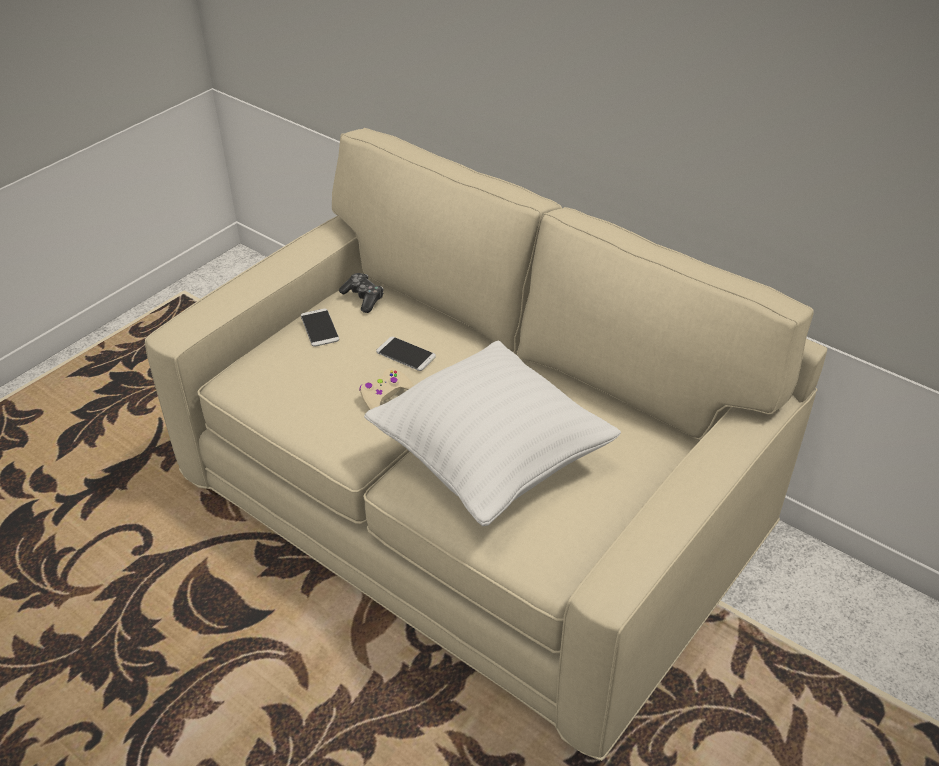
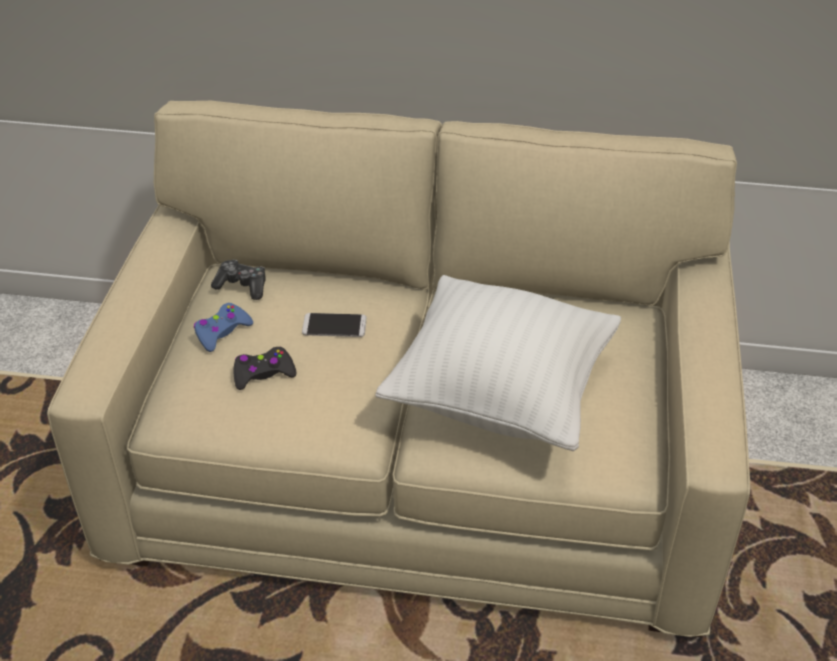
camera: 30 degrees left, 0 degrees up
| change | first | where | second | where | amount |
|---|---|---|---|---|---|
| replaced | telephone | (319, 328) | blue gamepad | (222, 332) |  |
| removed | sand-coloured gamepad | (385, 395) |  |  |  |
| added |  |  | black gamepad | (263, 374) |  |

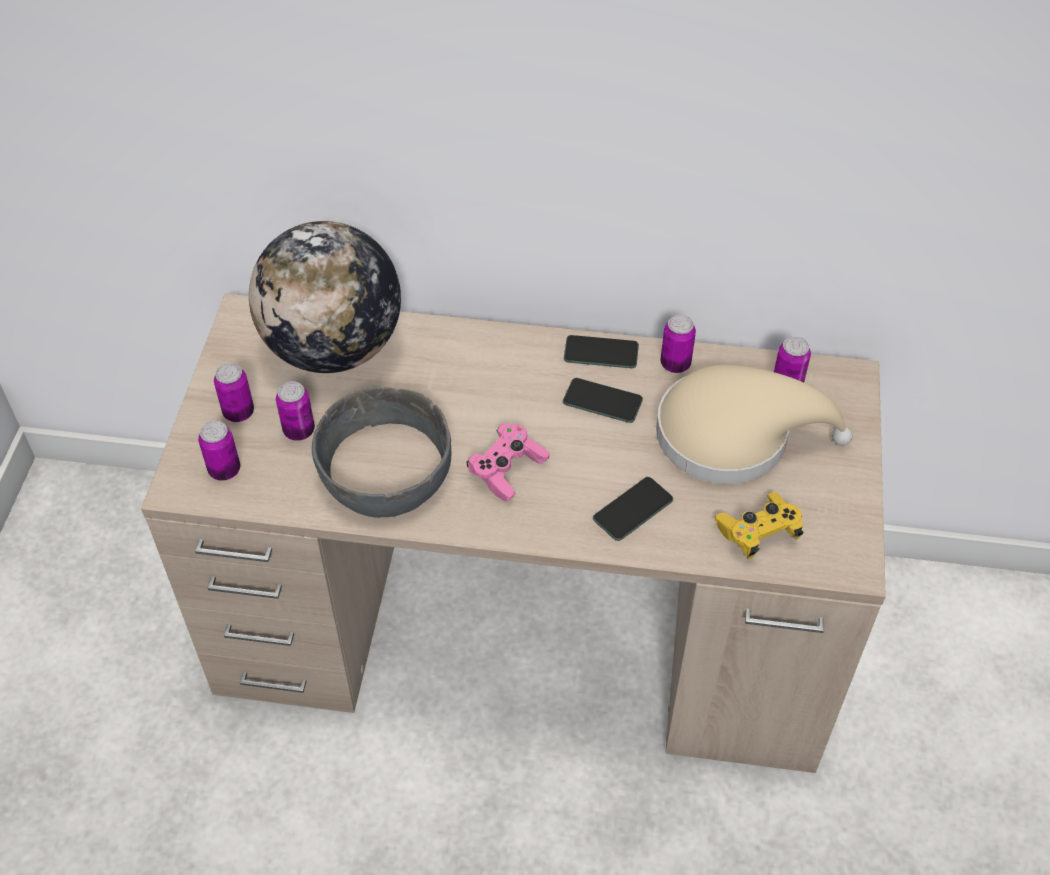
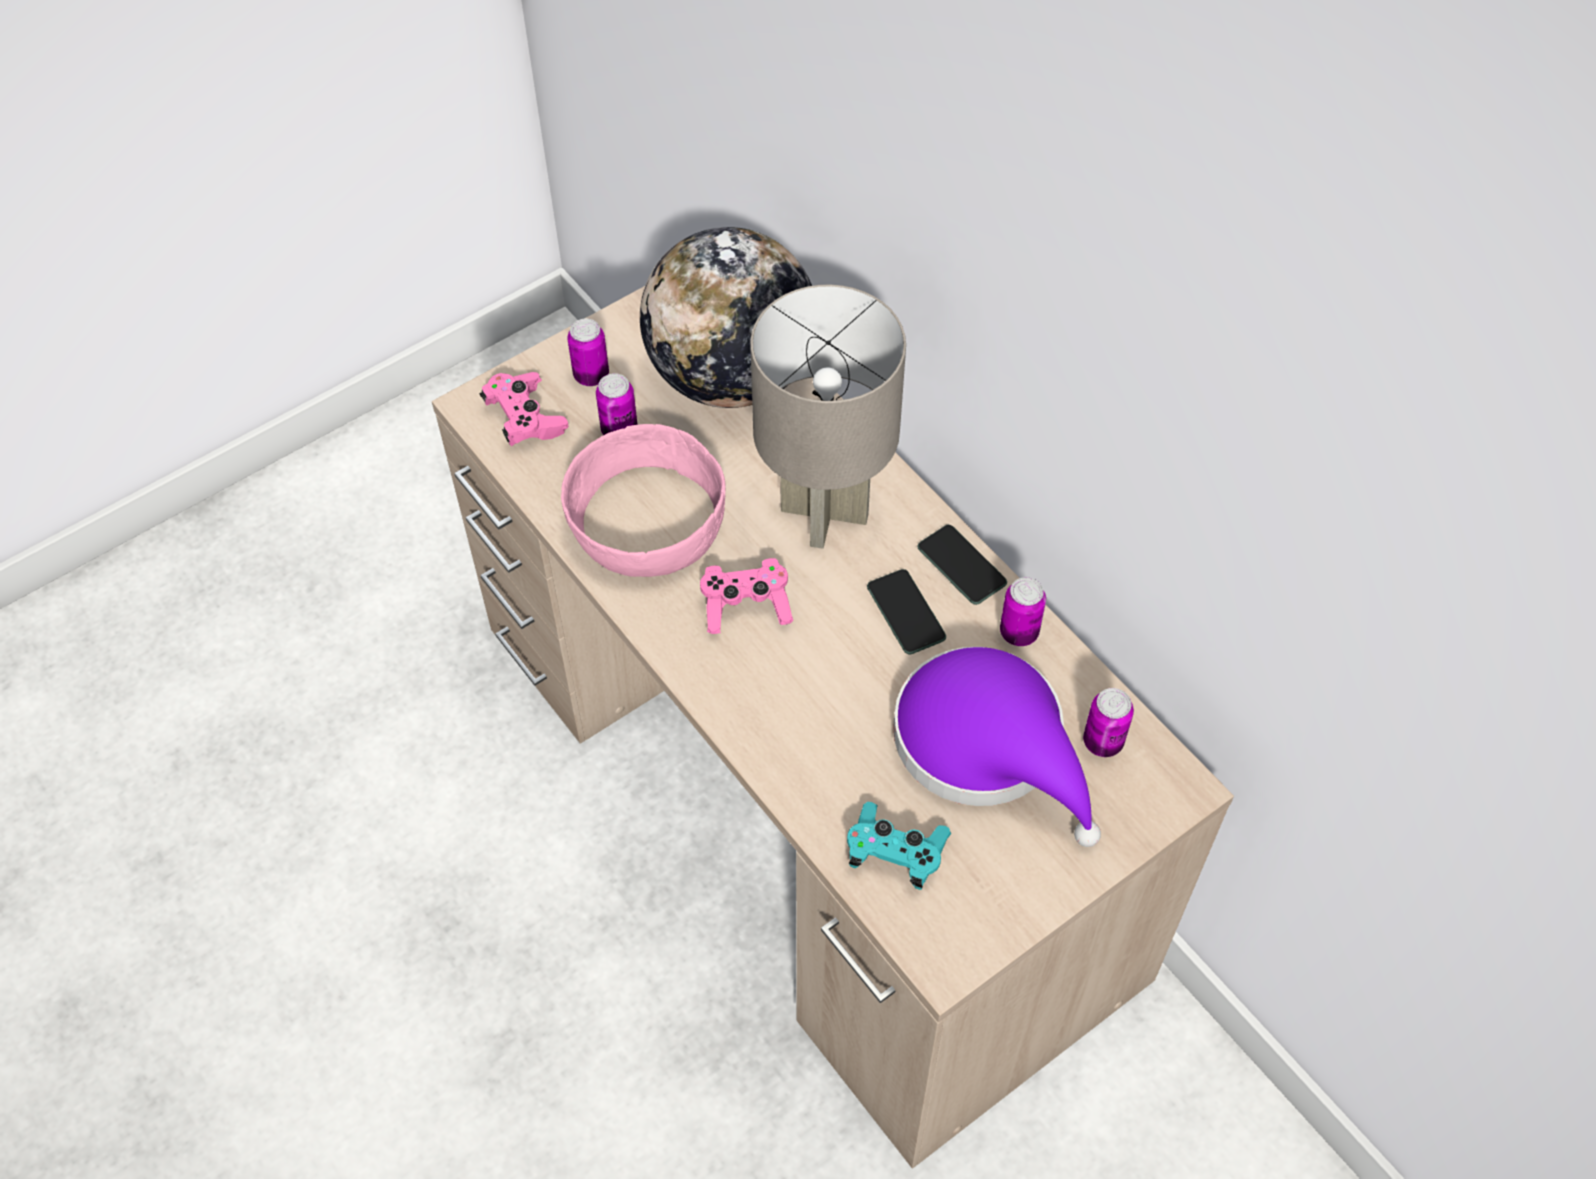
camera: 45 degrees right, 5 degrees up
| change | first | where | second | where | amount |
|---|---|---|---|---|---|
| recoloured | sand-coloured hat | (734, 435) | purple-coloured hat | (989, 746) |  |
| recoloured | greyish serving bowl | (385, 472) | pink serving bowl | (644, 523) |  |
| replaced | can | (224, 470) | pink gamepad | (525, 418) |  |
| removed | telephone | (633, 509) |  |  |  |
| recoloured | yellow gamepad | (758, 532) | turquoise gamepad | (895, 853) |  |
| added |  |  | greyish lamp for a table | (826, 512) |  |

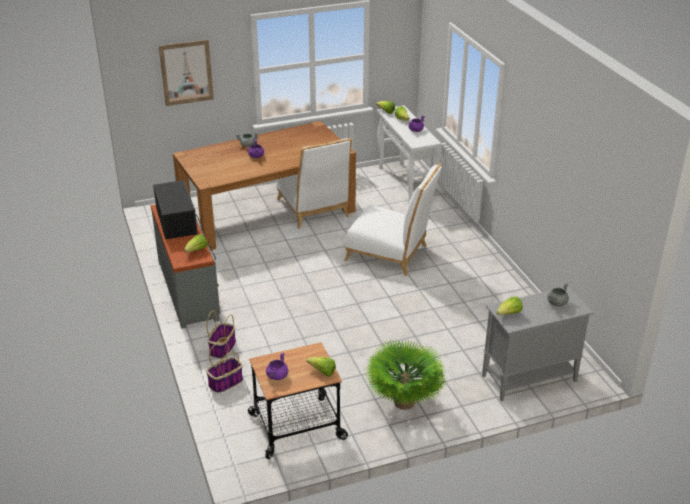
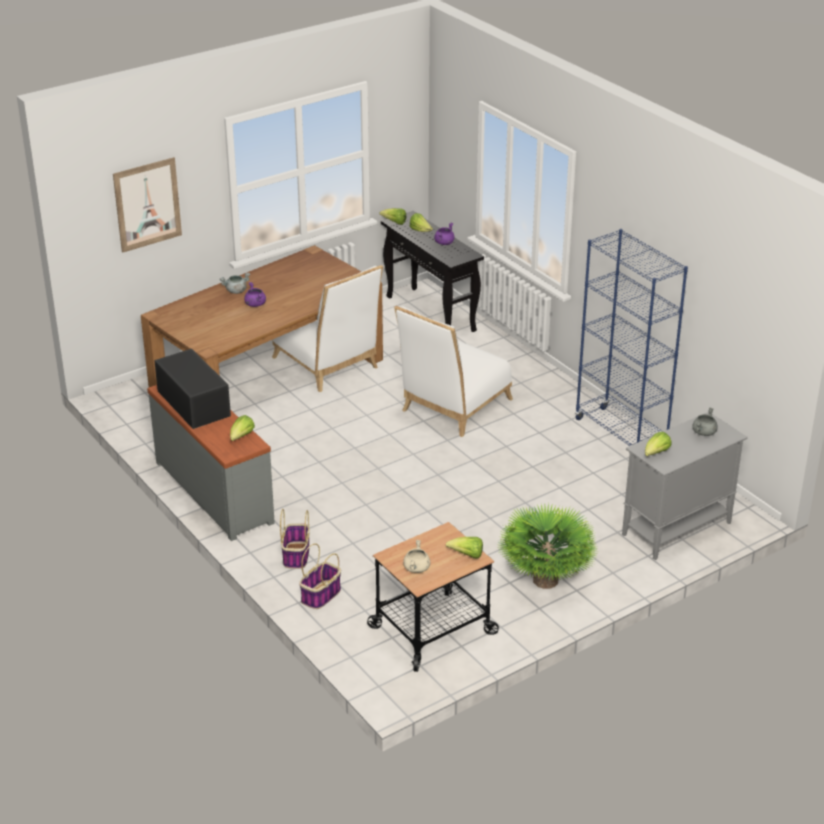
camera: 15 degrees left, 0 degrees up
| change | first | where | second | where | amount |
|---|---|---|---|---|---|
| recoloured | whitish narrow table | (406, 184) | black narrow table | (431, 314) |  |
| turned | whitish upright chair | (391, 254) |  | (453, 408) | 120 degrees clockwise |
| recoloured | purple-coloured stockpot | (277, 376) | sand-coloured stockpot | (416, 568) |  |
| added |  |  | blue bookshelf | (621, 435) |  |

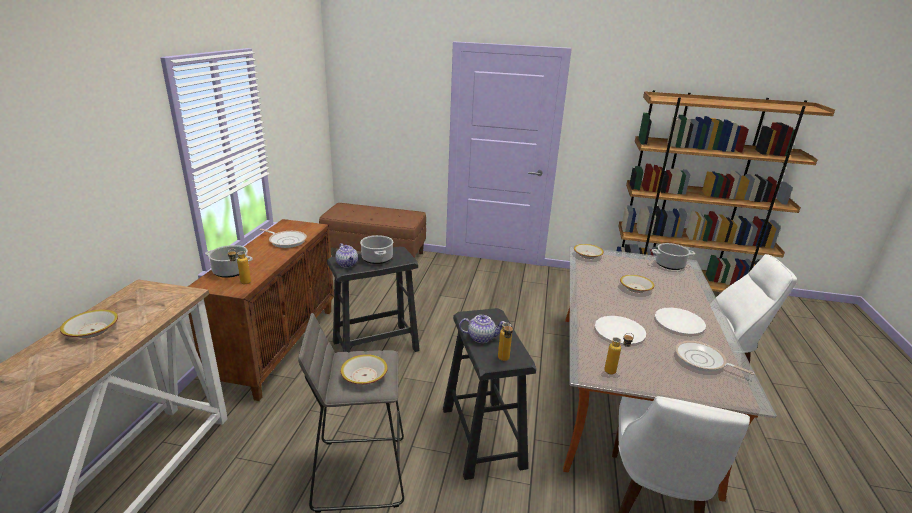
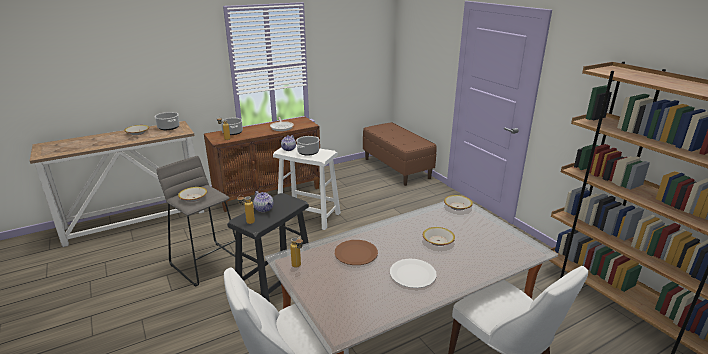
camera: 50 degrees right, 0 degrees up
| change | first | where | second | where | amount |
|---|---|---|---|---|---|
| moved | stockpot | (669, 265) |  | (168, 127) |  |
| recoloured | black stool | (376, 346) | whitish stool | (309, 216) |  |
| recoloured | whitish plate | (619, 331) | brown plate | (356, 253) |  |
| removed | frying pan | (702, 361) |  |  |  |

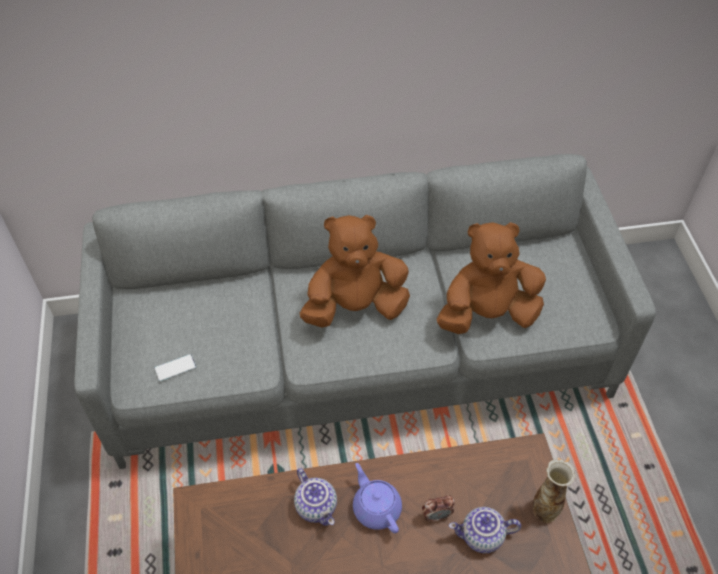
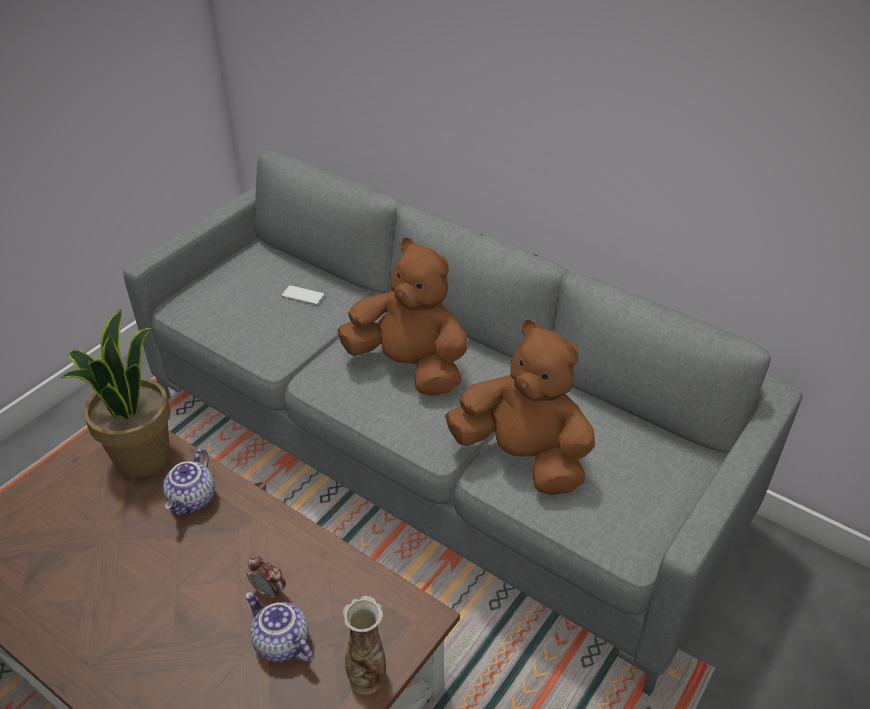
camera: 45 degrees right, 10 degrees down
| change | first | where | second | where | amount |
|---|---|---|---|---|---|
| moved | telephone | (175, 368) |  | (303, 295) |  |
| removed | purple-coloured pot for tea | (376, 508) |  |  |  |
| added |  |  | potted plant | (141, 456) |  |

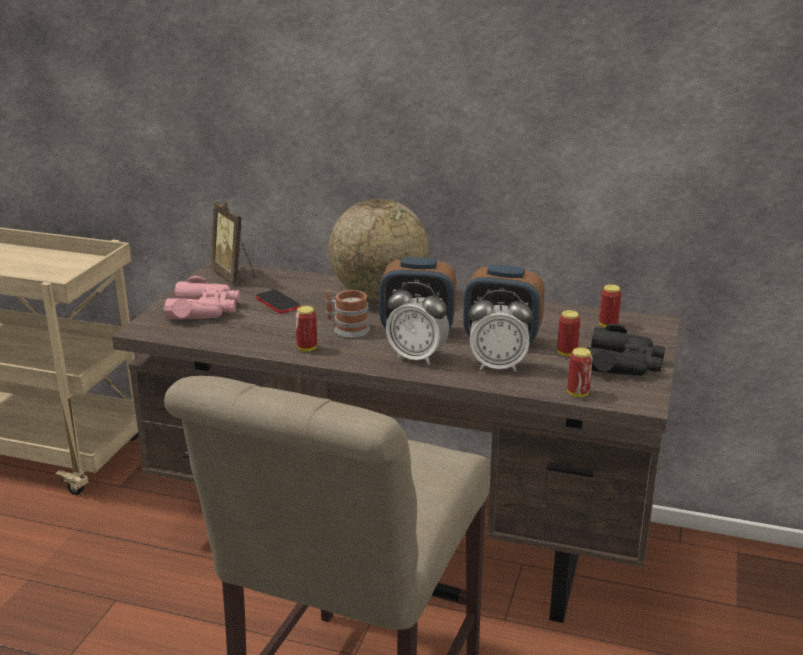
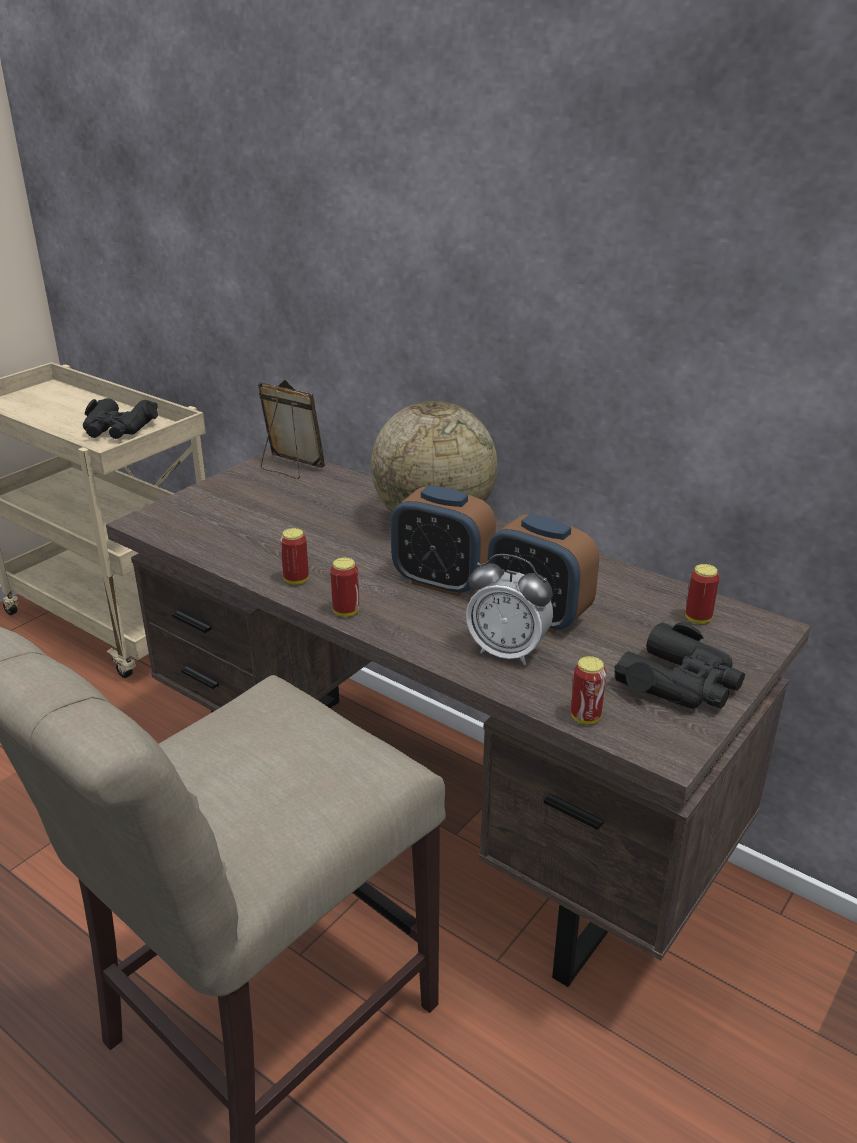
camera: 20 degrees right, 5 degrees up
| change | first | where | second | where | amount |
|---|---|---|---|---|---|
| turned | picture frame | (234, 275) |  | (289, 468) | 135 degrees clockwise |
| removed | pink pair of binoculars | (204, 310) |  |  |  |
| removed | alarm clock | (417, 357) |  |  |  |
| removed | telephone | (278, 302) |  |  |  |
| removed | tea mug | (346, 329) |  |  |  |
| moved | can | (567, 353) |  | (346, 612) |  |
| added |  |  | black pair of binoculars | (118, 429) |  |

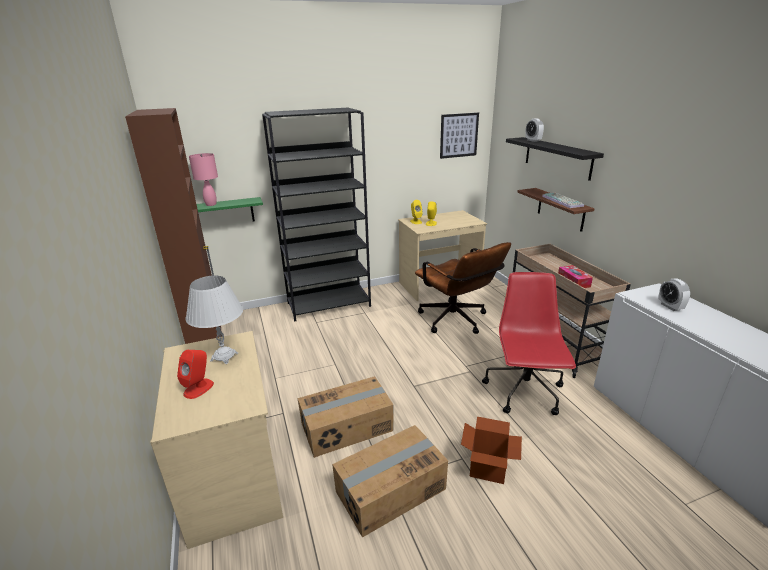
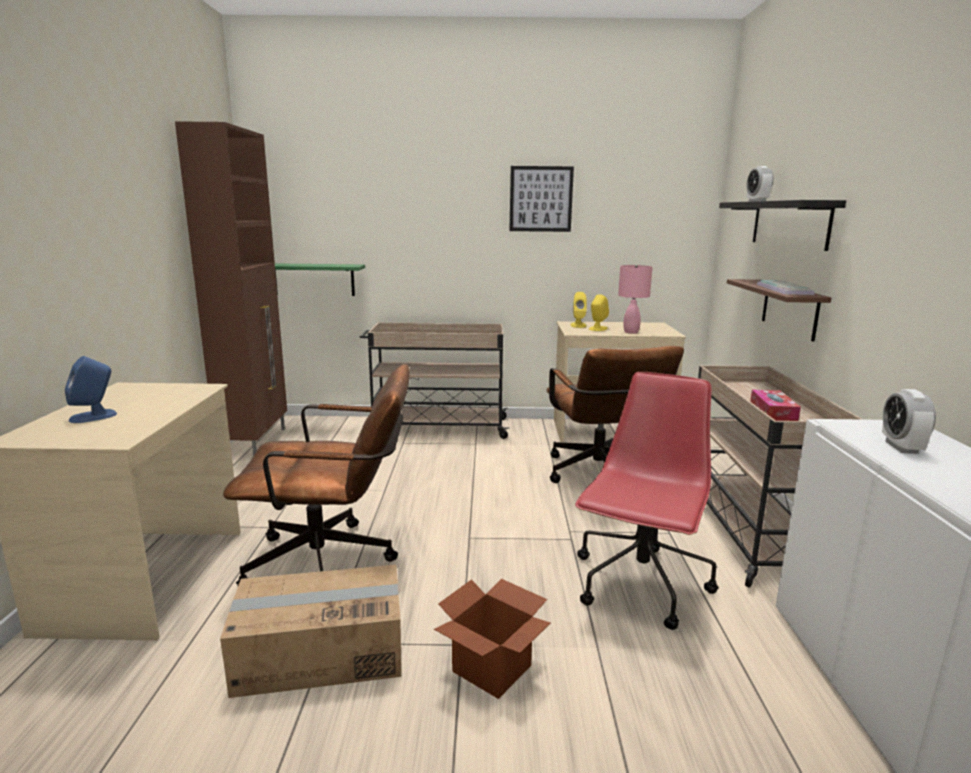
camera: 20 degrees right, 10 degrees down
| change | first | where | second | where | amount |
|---|---|---|---|---|---|
| replaced | black bookshelf | (329, 304) | sand-coloured cart | (437, 427) |  |
| moved | wall art | (459, 135) |  | (541, 199) |  |
| moved | pink lamp for a table | (211, 204) |  | (631, 332) |  |
| removed | whitish lamp for a table | (224, 357) |  |  |  |
| recoloured | red-coloured speaker | (199, 388) | blue speaker | (94, 416) |  |
| replaced | cardboard box | (347, 427) | brown office chair | (333, 562) |  |

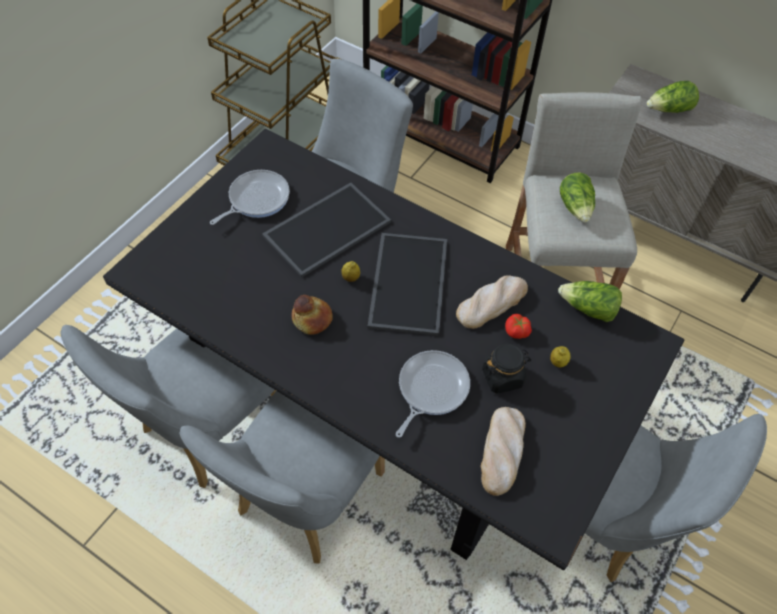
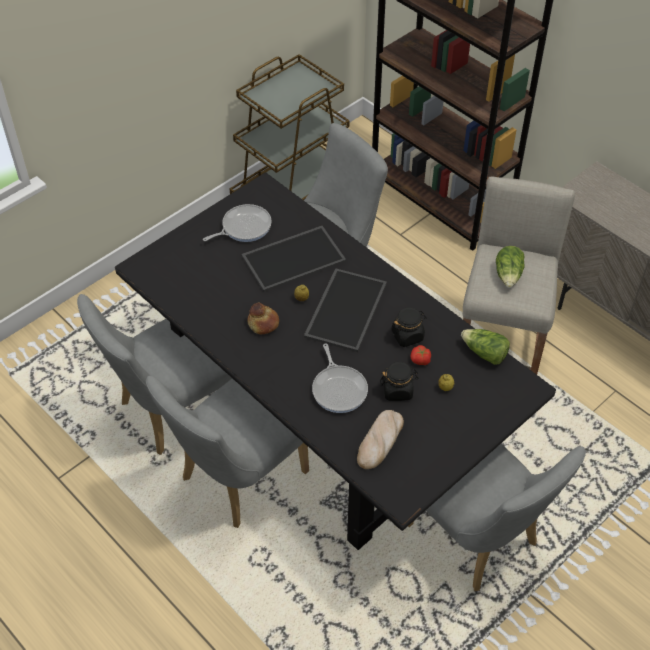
camera: 15 degrees right, 5 degrees down
| change | first | where | second | where | amount |
|---|---|---|---|---|---|
| removed | lettuce | (669, 110) |  |  |  |
| replaced | baked bread | (492, 303) | black jar | (407, 336) |  |
| turned | frying pan | (430, 389) |  | (339, 389) | 120 degrees clockwise |

